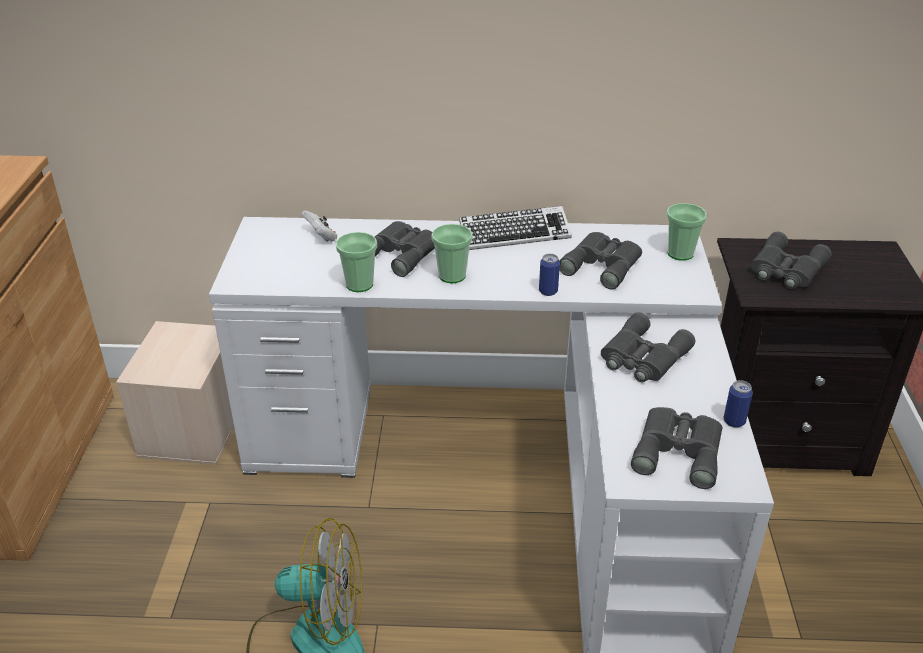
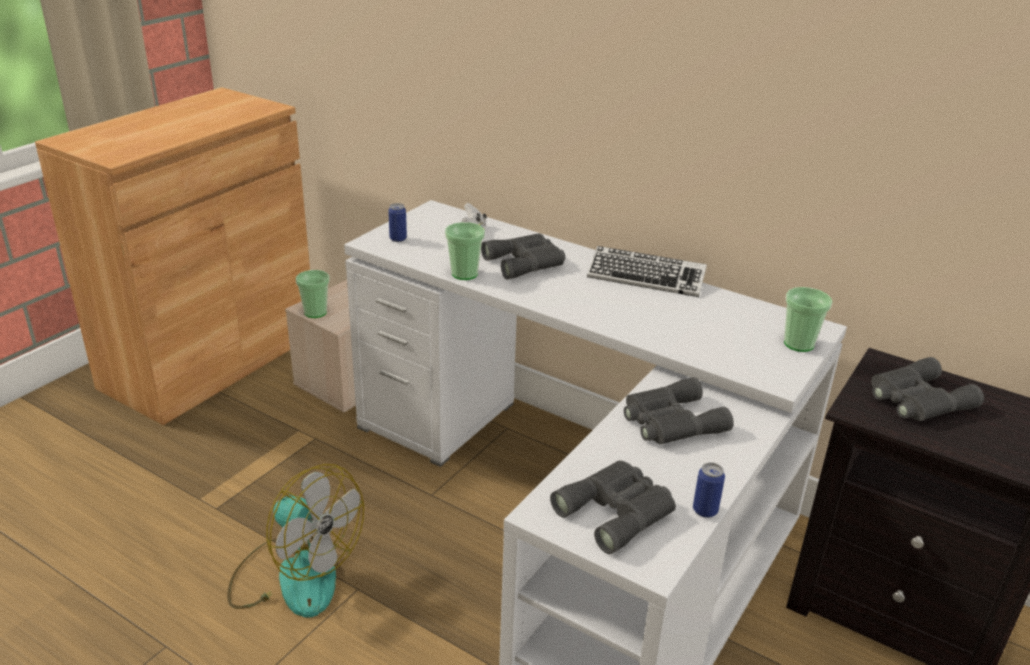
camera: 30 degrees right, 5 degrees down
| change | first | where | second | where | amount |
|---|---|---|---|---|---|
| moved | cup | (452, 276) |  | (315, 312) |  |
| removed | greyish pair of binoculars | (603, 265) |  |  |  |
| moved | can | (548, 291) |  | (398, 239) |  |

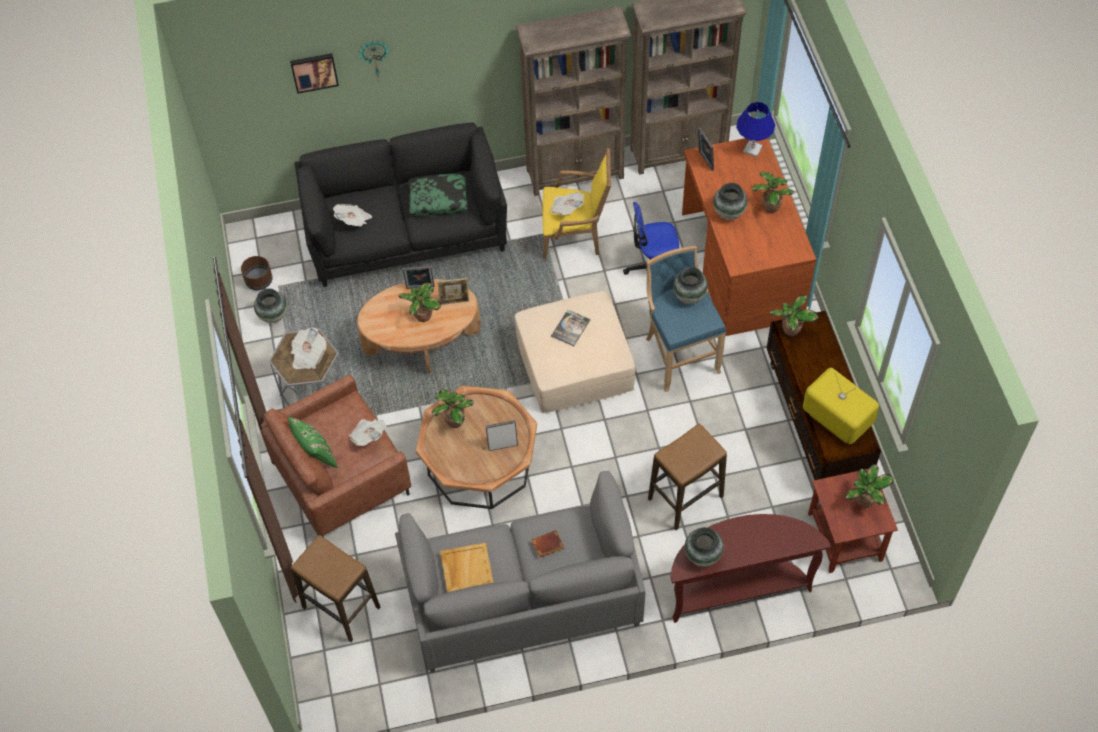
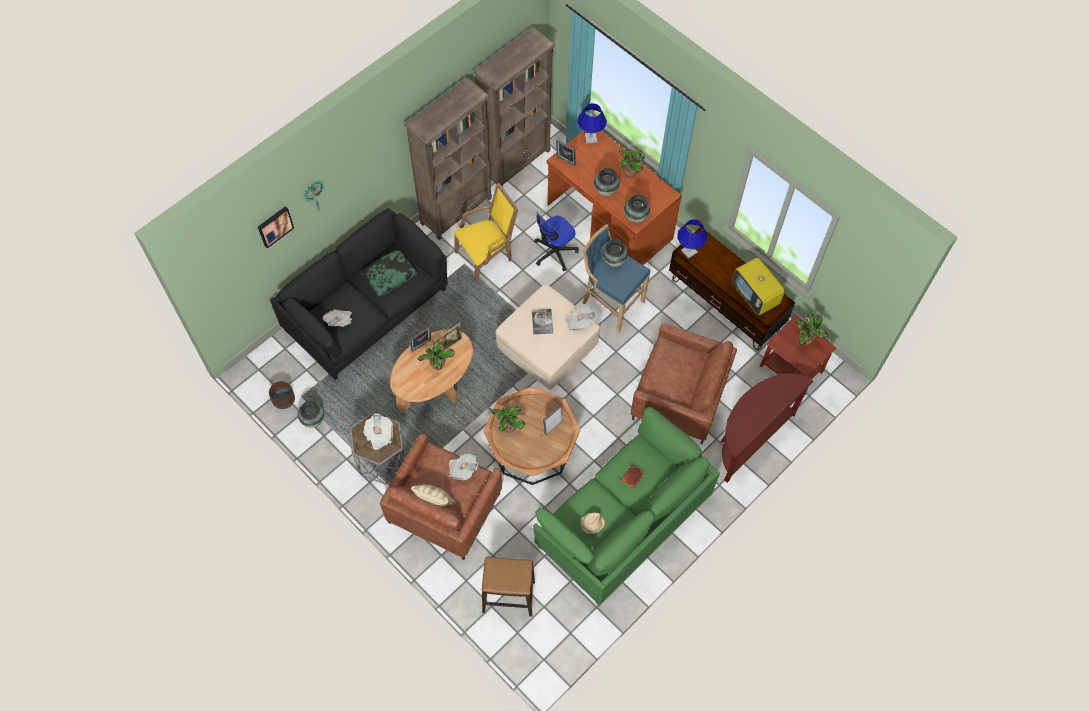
camera: 35 degrees left, 5 degrees up
| change | first | where | second | where | amount |
|---|---|---|---|---|---|
| moved | daily paper | (566, 209) |  | (579, 322) |  |
| replaced | potted plant | (790, 331) | blue lamp for a table | (689, 251) |  |
| turned | TV set | (835, 420) |  | (755, 296) | 135 degrees counterclockwise |
| recoloured | green pillow | (315, 455) | sand-coloured pillow | (435, 502) |  |
| replaced | stool | (685, 498) | brown armchair | (679, 397) |  |
| recoloured | greyish couch | (523, 597) | green couch | (622, 520) |  |
| moved | decorative vase | (703, 556) |  | (636, 217) |  |
| replaced | sand-coloured tray | (466, 569) | sand-coloured hat | (592, 524) |  |

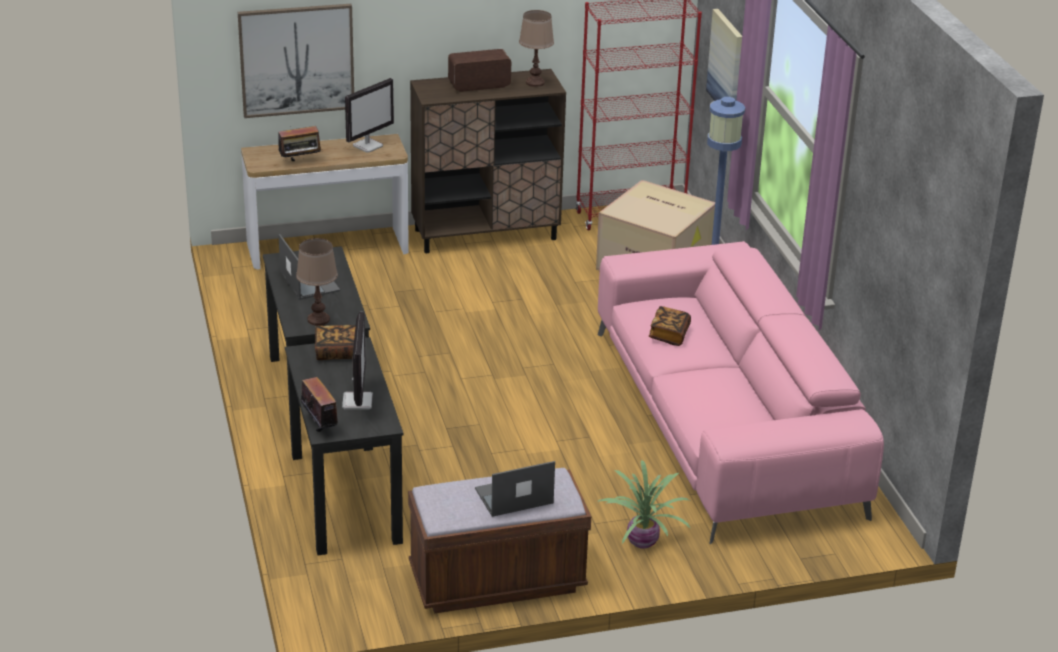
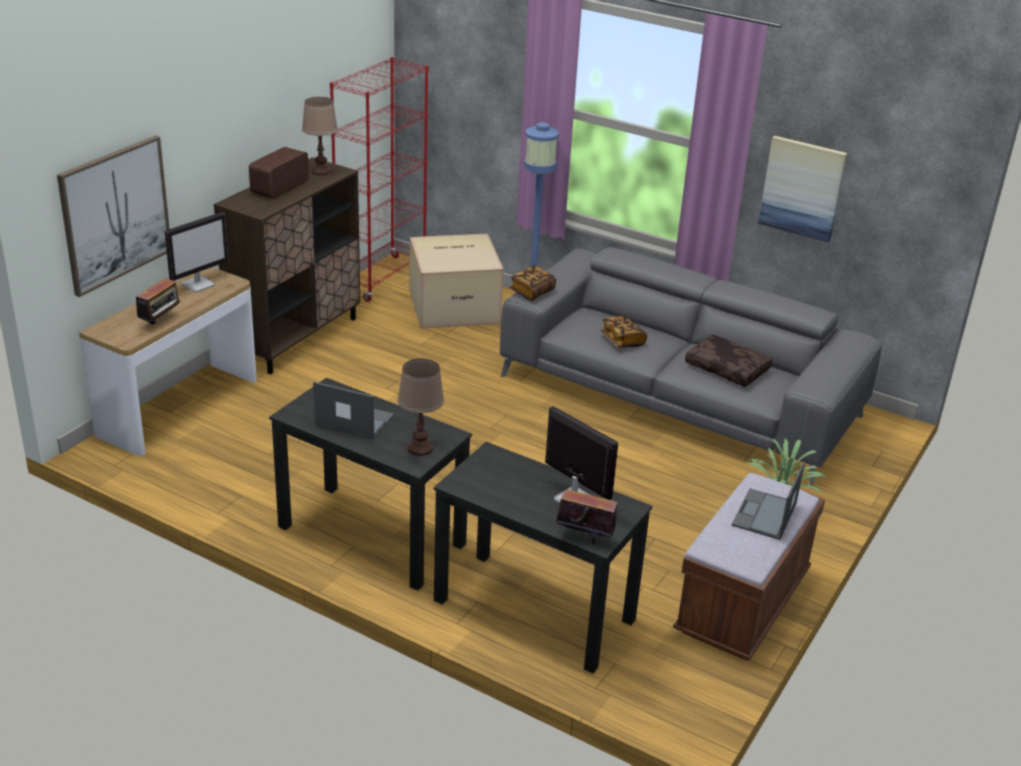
camera: 45 degrees left, 0 degrees up
| change | first | where | second | where | amount |
|---|---|---|---|---|---|
| moved | wall art | (726, 64) |  | (802, 188) |  |
| turned | computer display | (368, 145) |  | (198, 284) | 45 degrees clockwise |
| recoloured | pink couch | (725, 421) | greyish couch | (679, 396) |  |
| moved | book | (337, 352) |  | (532, 291) |  |
| added |  |  | brown pillow | (728, 368) |  |

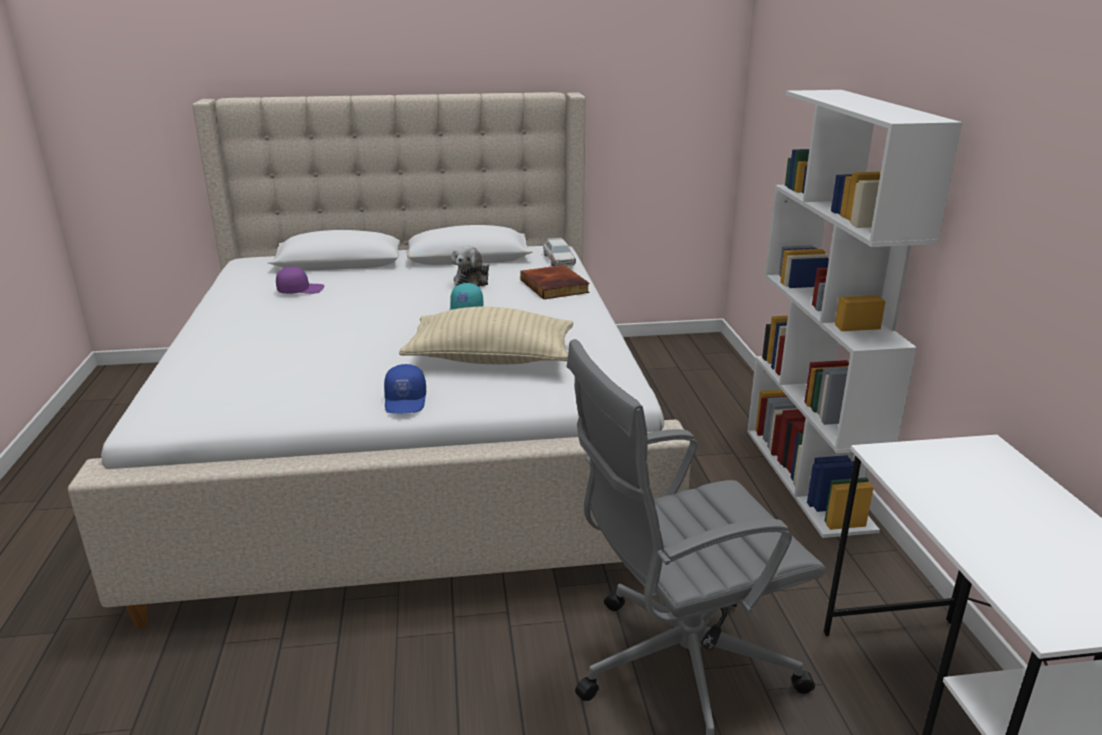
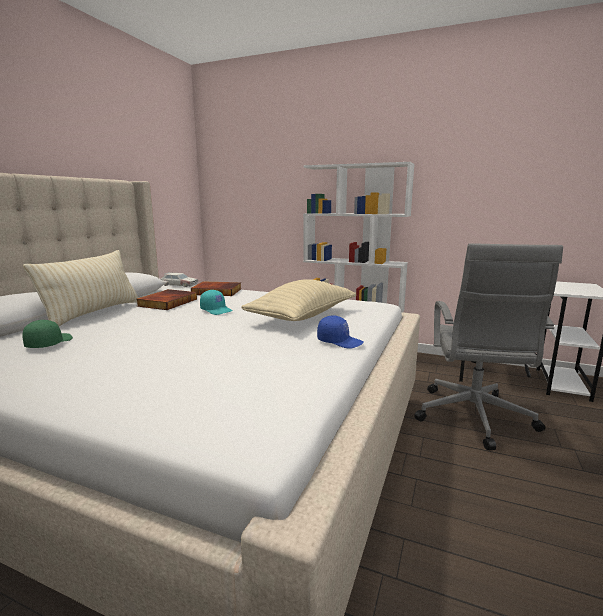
camera: 60 degrees left, 10 degrees down
| change | first | where | second | where | amount |
|---|---|---|---|---|---|
| replaced | plush toy | (472, 281) | book | (167, 302) |  |
| recoloured | purple-coloured baseball cap | (300, 290) | green baseball cap | (49, 343) |  |
| added |  |  | sand-coloured pillow | (93, 313) |  |

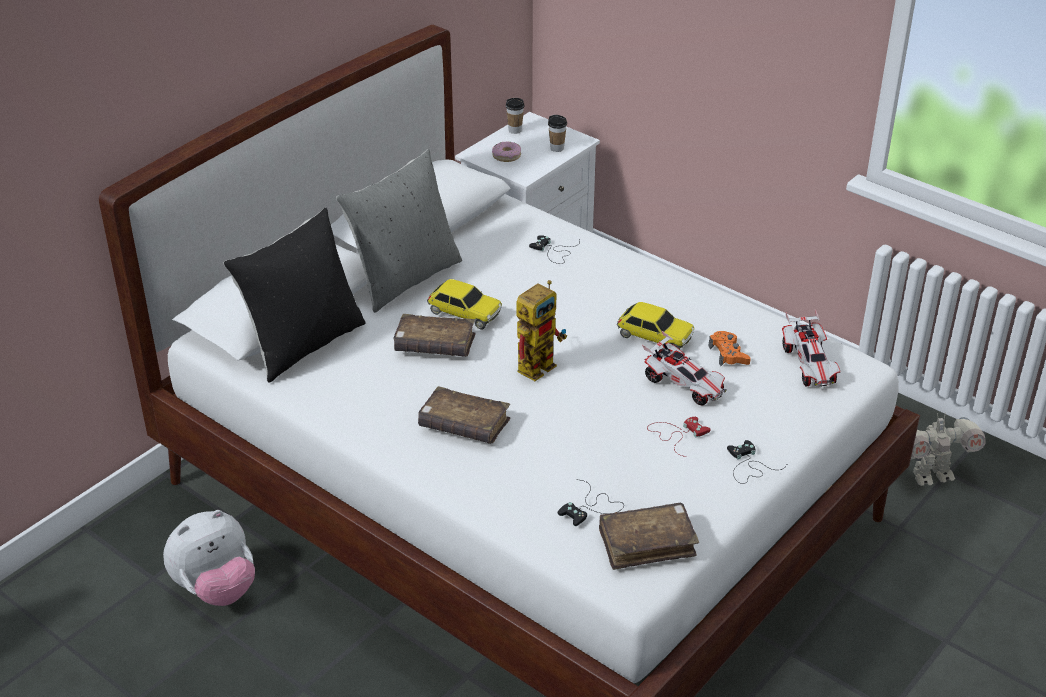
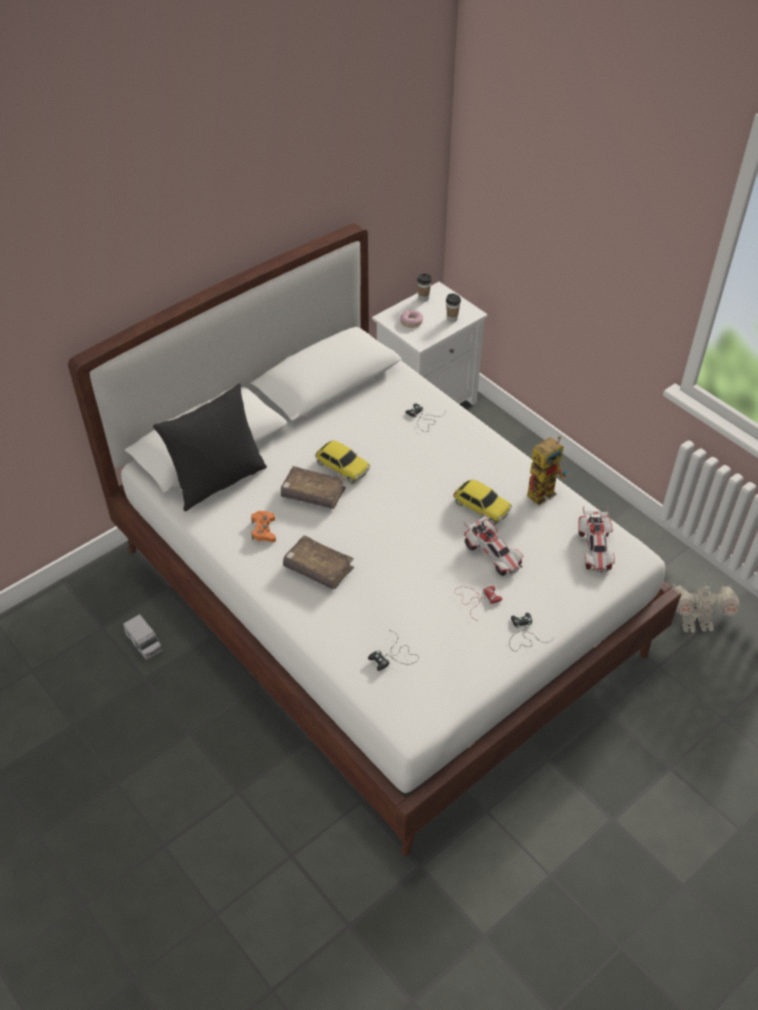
camera: 10 degrees right, 10 degrees up
| change | first | where | second | where | amount |
|---|---|---|---|---|---|
| removed | greyish pillow | (404, 278) |  |  |  |
| moved | model robot | (539, 363) |  | (543, 490) |  |
| moved | orange-coloured gamepad | (728, 354) |  | (263, 530) |  |
| removed | brown book | (647, 543) |  |  |  |
| replaced | plush toy | (216, 589) | toy truck | (144, 643) |  |

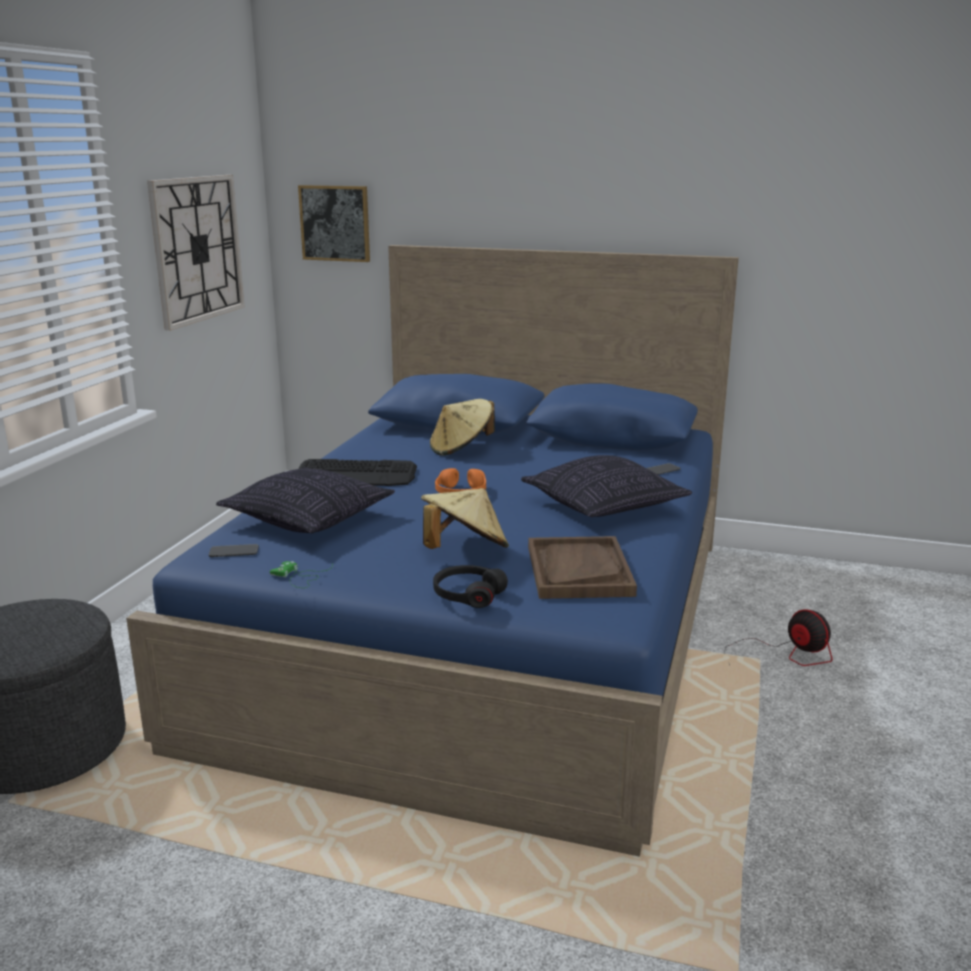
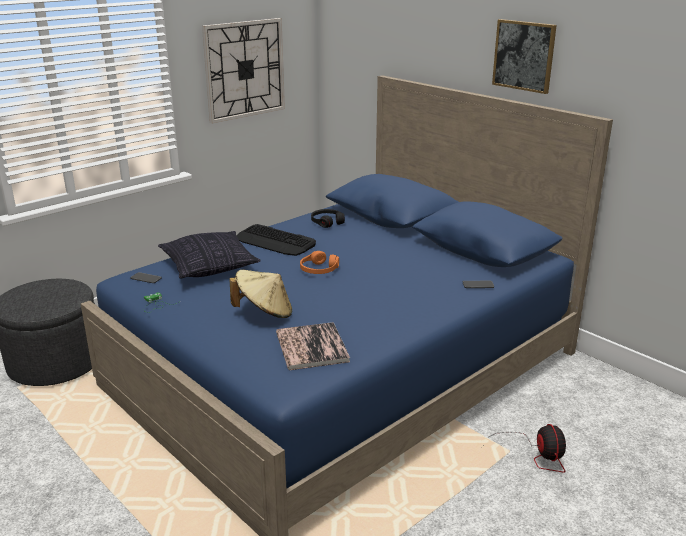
camera: 30 degrees right, 5 degrees up
| change | first | where | second | where | amount |
|---|---|---|---|---|---|
| moved | wall art | (335, 223) |  | (524, 55) |  |
| removed | sand-coloured hat | (461, 449) |  |  |  |
| removed | pillow | (603, 507) |  |  |  |
| replaced | brown tray | (578, 570) | book | (311, 347) |  |
| moved | black pair of headphones | (468, 595) |  | (327, 222) |  |

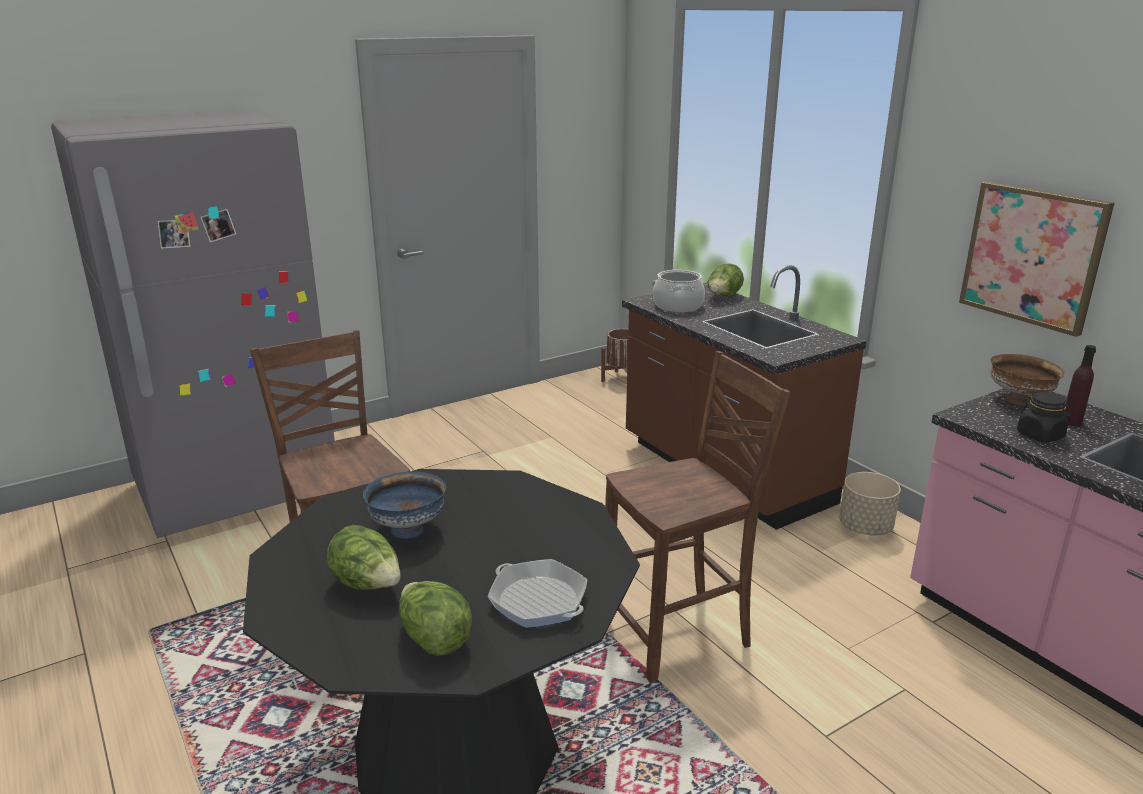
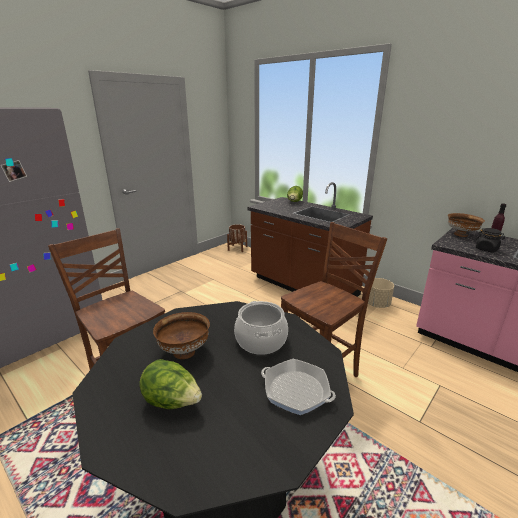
camera: 15 degrees left, 0 degrees up
| change | first | where | second | where | amount |
|---|---|---|---|---|---|
| removed | wall art | (1032, 256) |  |  |  |
| moved | stockpot | (677, 306) |  | (260, 340) |  |
| recoloured | blue serving bowl | (407, 529) | brown serving bowl | (184, 352) |  |
| removed | lettuce | (434, 639) |  |  |  |

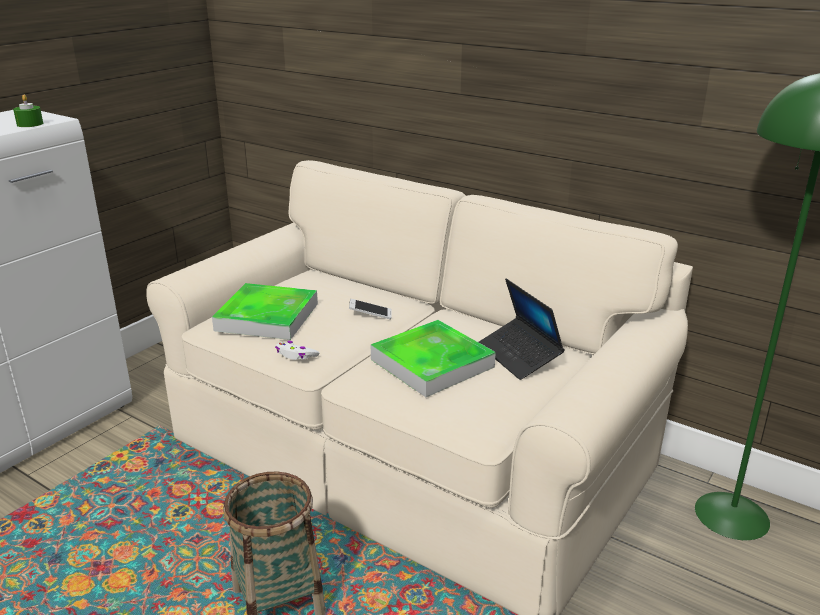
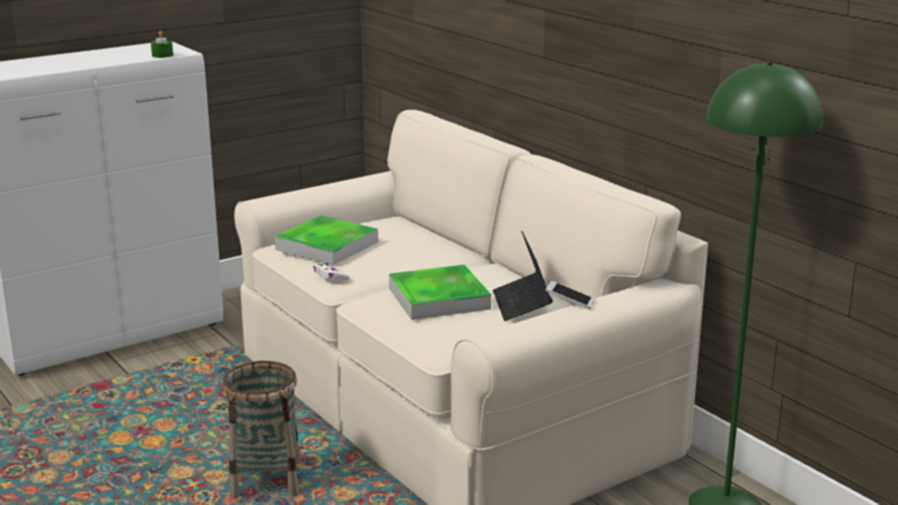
camera: 20 degrees right, 5 degrees down
| change | first | where | second | where | amount |
|---|---|---|---|---|---|
| moved | telephone | (370, 315) |  | (570, 302) |  |

